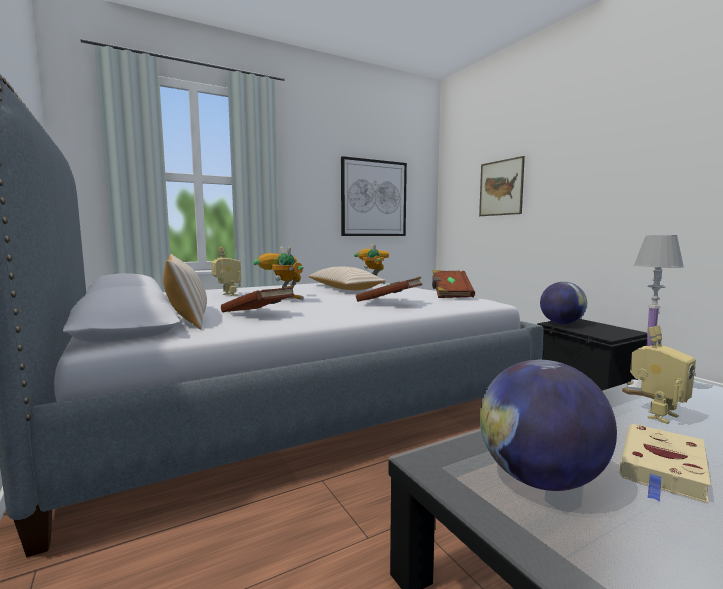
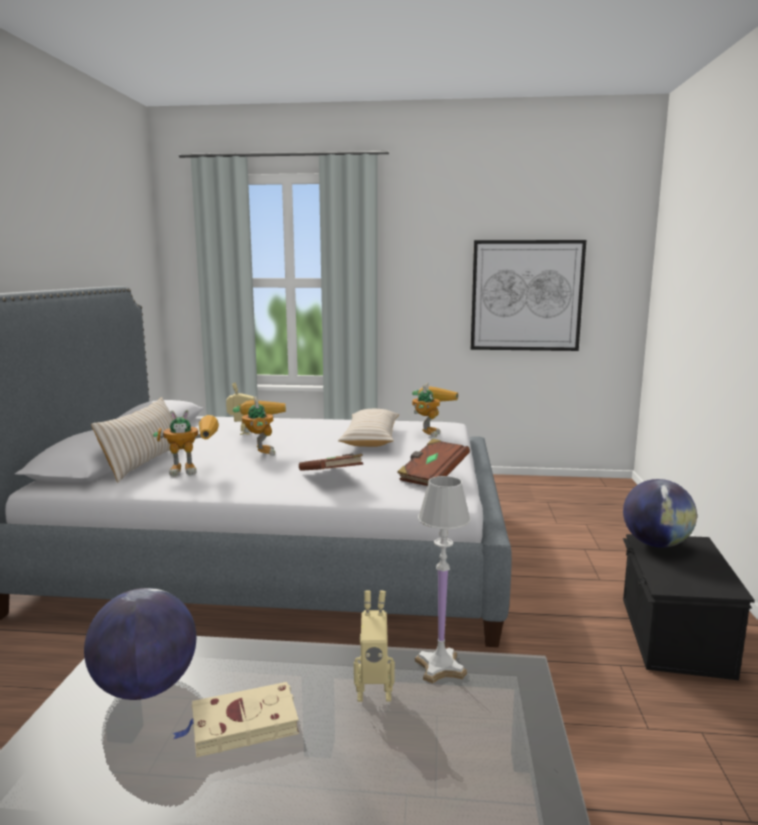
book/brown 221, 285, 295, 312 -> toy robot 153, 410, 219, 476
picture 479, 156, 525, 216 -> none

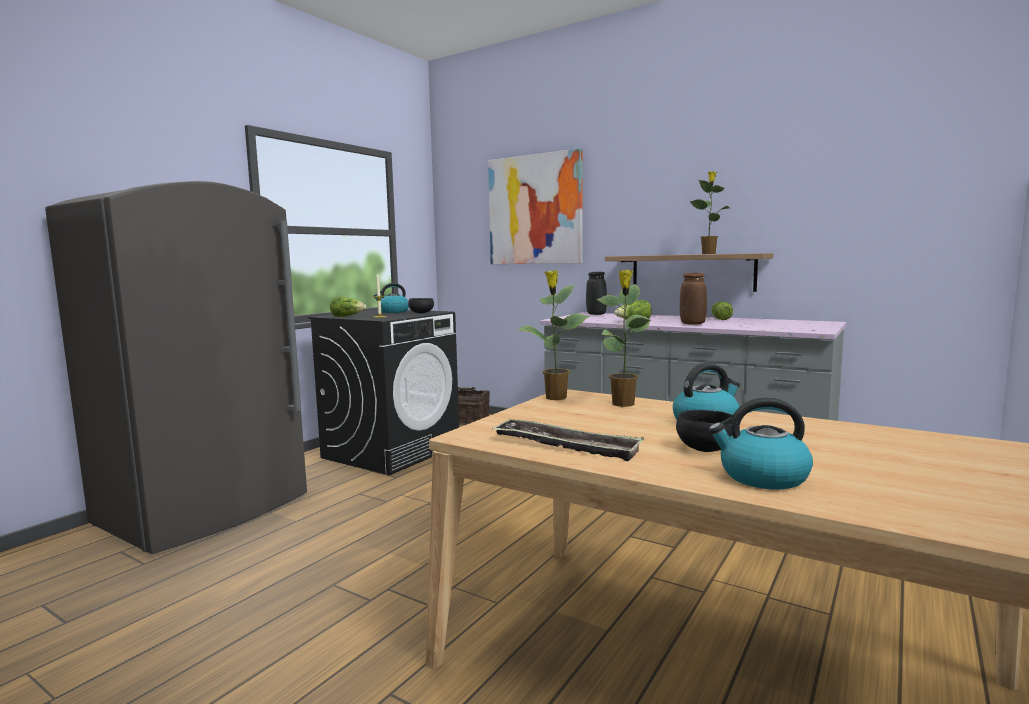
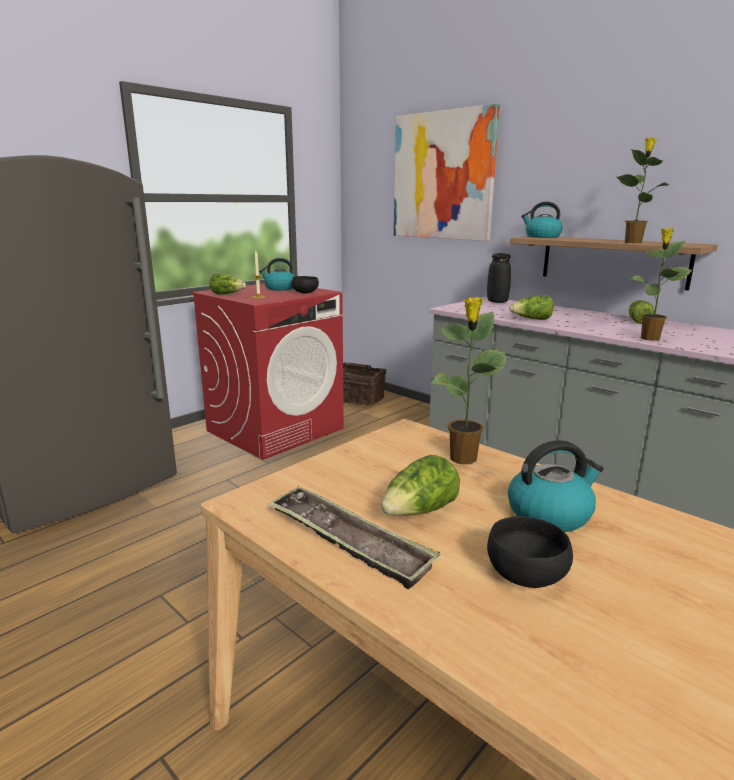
washing machine/black 308, 310, 459, 475 -> washing machine/red 191, 283, 344, 460
none -> lettuce 381, 455, 460, 516
kettle 709, 398, 813, 489 -> kettle 521, 202, 563, 238, relocated
potted plant 517, 270, 590, 400 -> potted plant 630, 228, 692, 341, relocated
vase/brown 680, 273, 707, 325 -> none

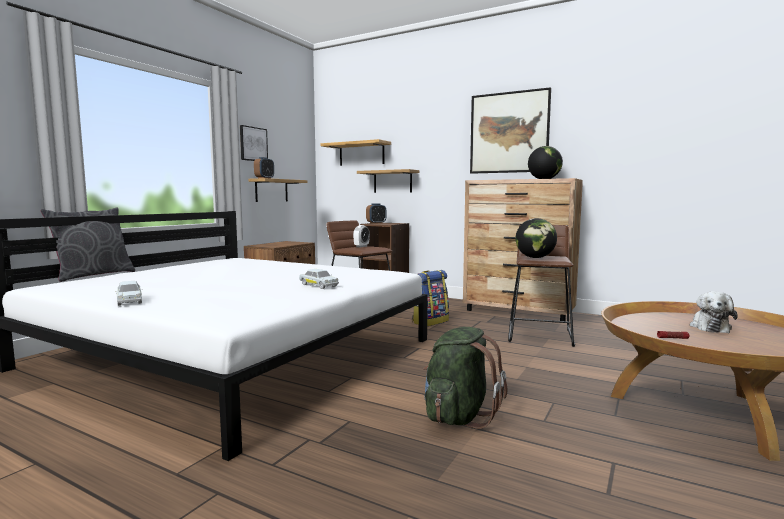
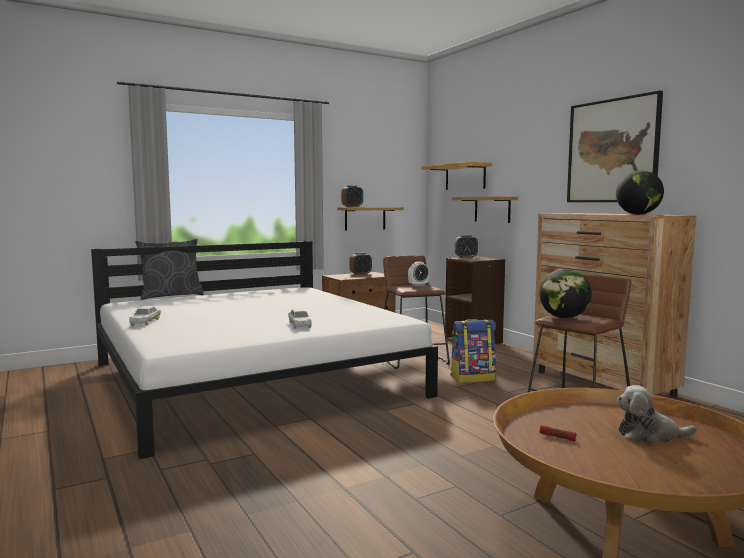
none -> alarm clock 349, 253, 372, 275
plush toy 690, 291, 738, 333 -> plush toy 617, 385, 697, 444, 45 degrees clockwise
picture 240, 125, 268, 161 -> none
backpack/green 423, 327, 507, 429 -> none

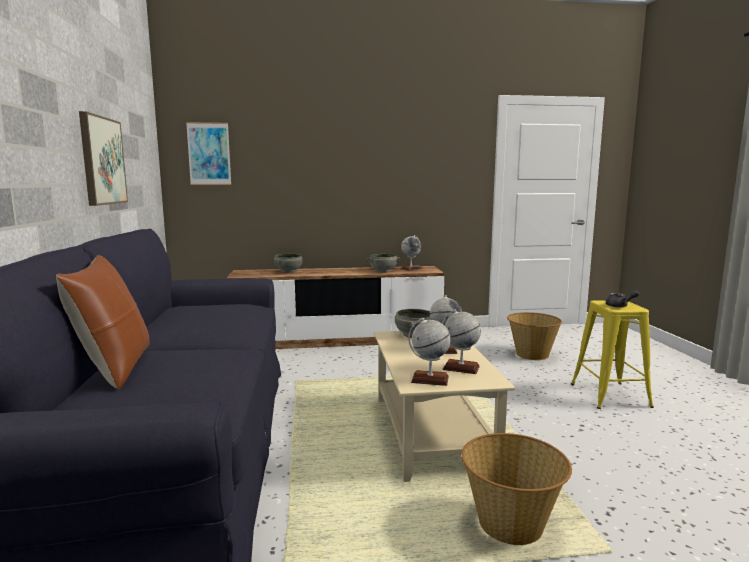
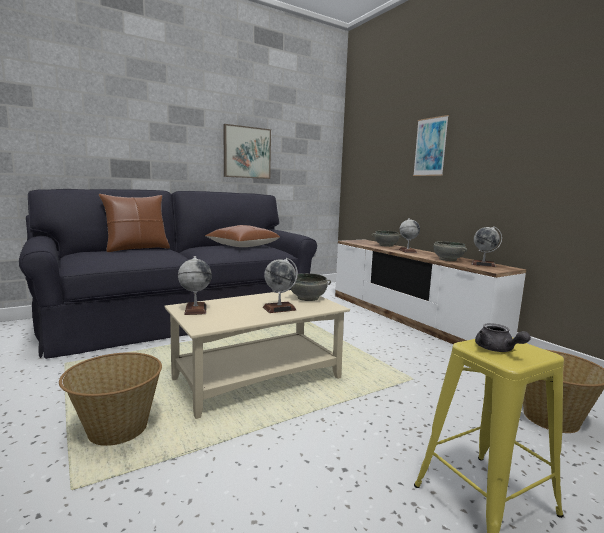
none -> pillow/brown 205, 225, 280, 247
globe 442, 309, 481, 374 -> globe 399, 218, 420, 253, relocated
picture 186, 122, 231, 185 -> picture 413, 115, 449, 176, relocated

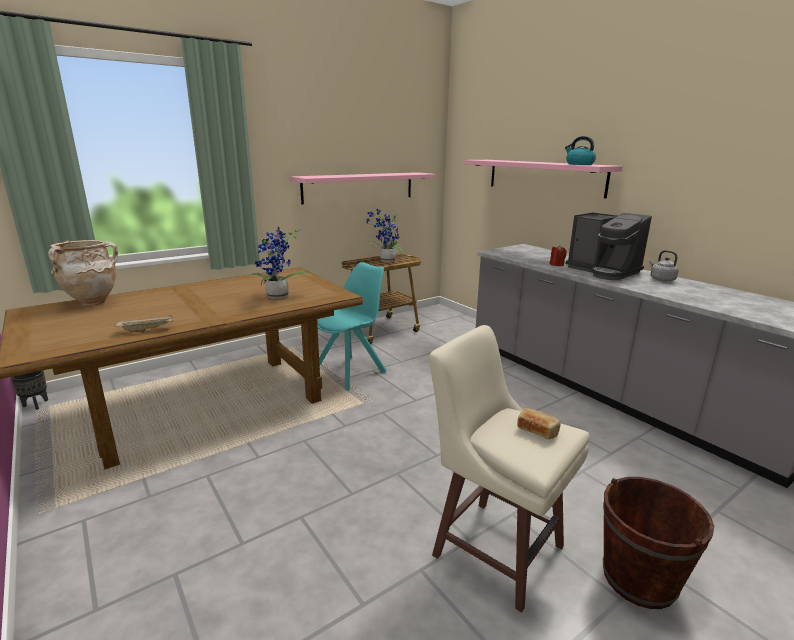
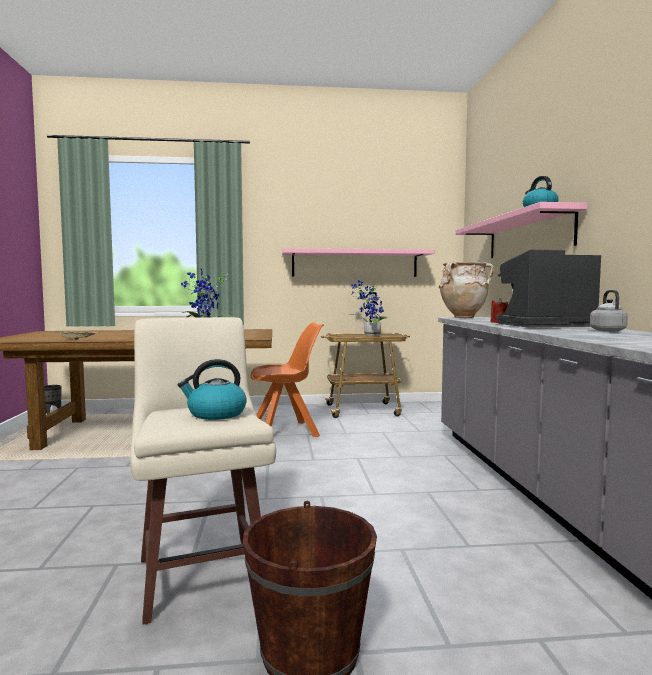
bread 517, 408, 560, 439 -> kettle 178, 359, 247, 420
chair/turquoise 317, 262, 387, 391 -> chair/orange 251, 322, 324, 437
vase/beige 48, 240, 118, 305 -> vase/beige 439, 261, 494, 318, relocated
coffee machine 565, 213, 652, 280 -> coffee machine 496, 250, 601, 328, 90 degrees clockwise

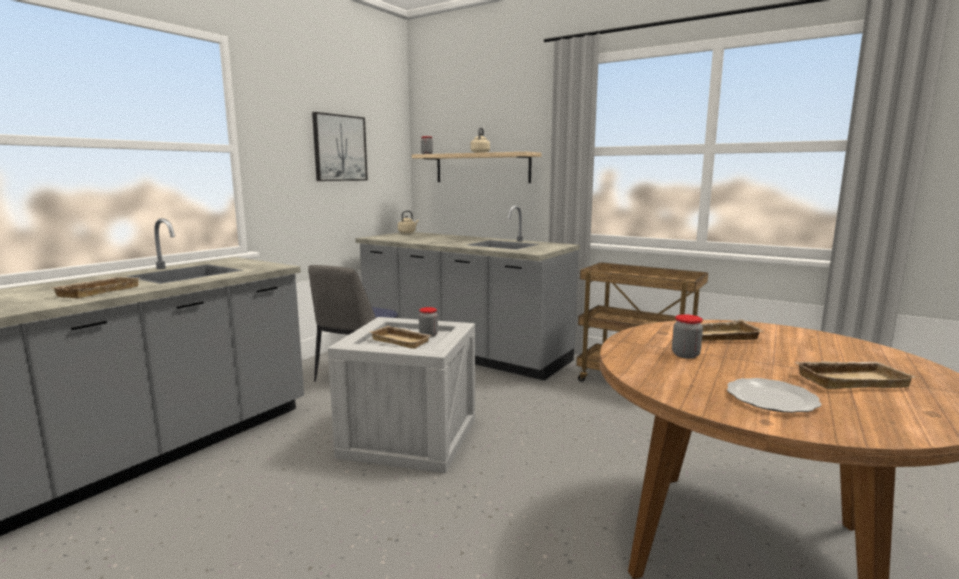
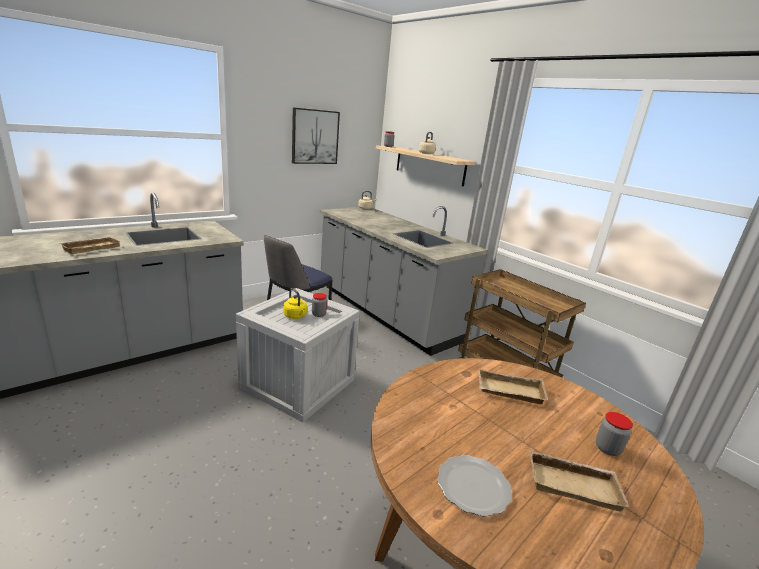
tray/beige 369, 326, 433, 349 -> kettle/yellow 283, 288, 307, 319
jar 672, 314, 703, 359 -> jar 596, 412, 633, 456, relocated

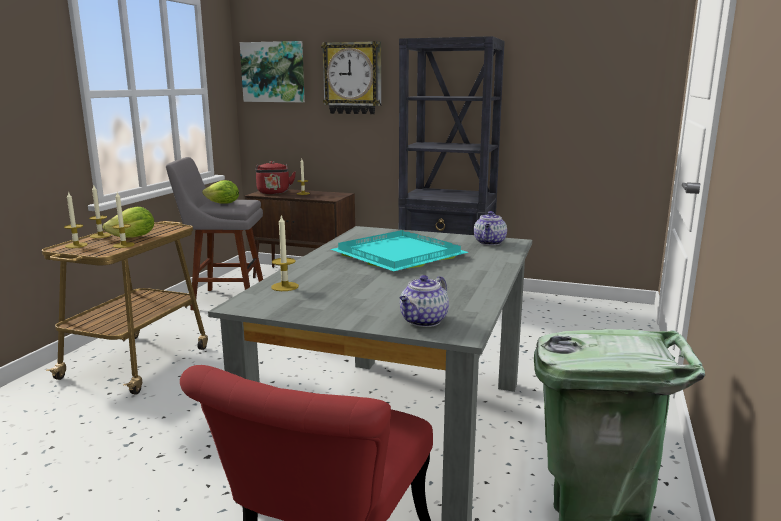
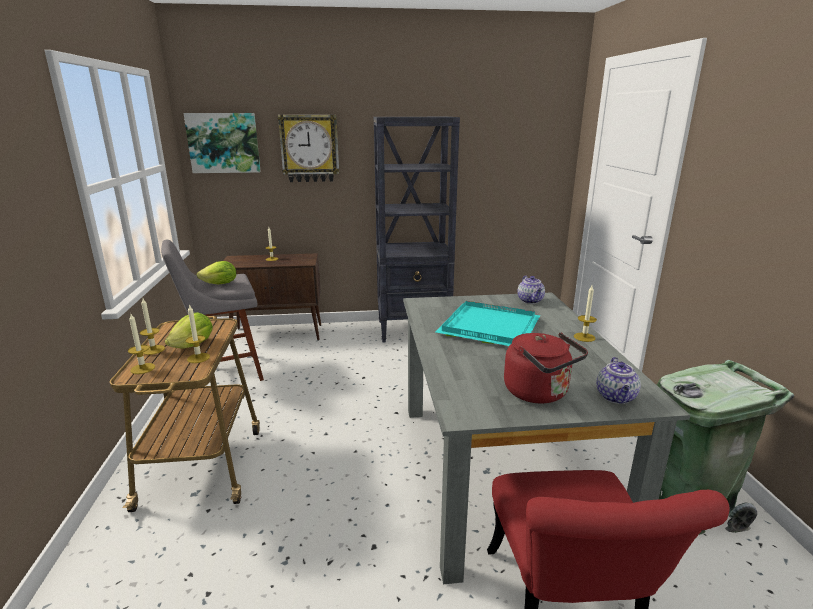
kettle/red 255, 161, 296, 194 -> kettle/red 504, 332, 588, 404, relocated
candle 271, 214, 299, 291 -> candle 574, 286, 597, 342, relocated

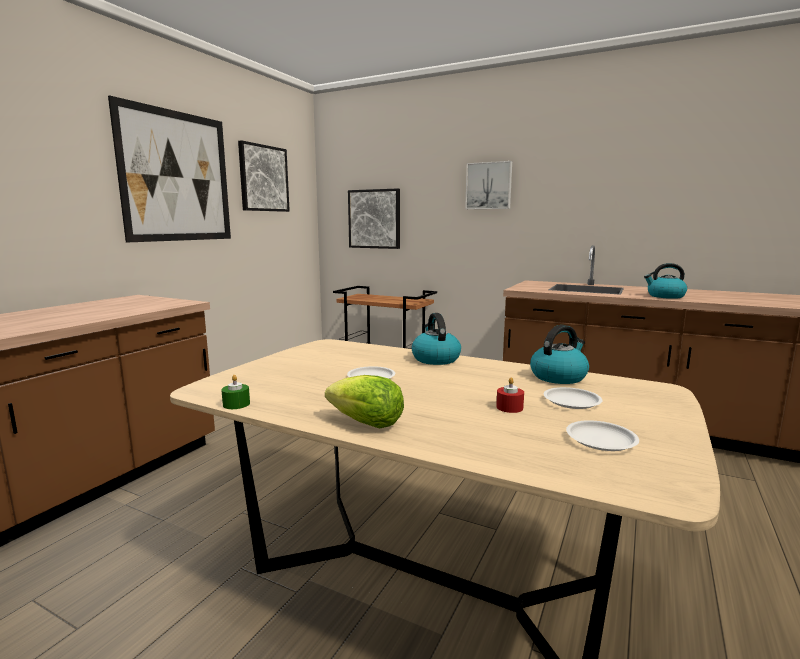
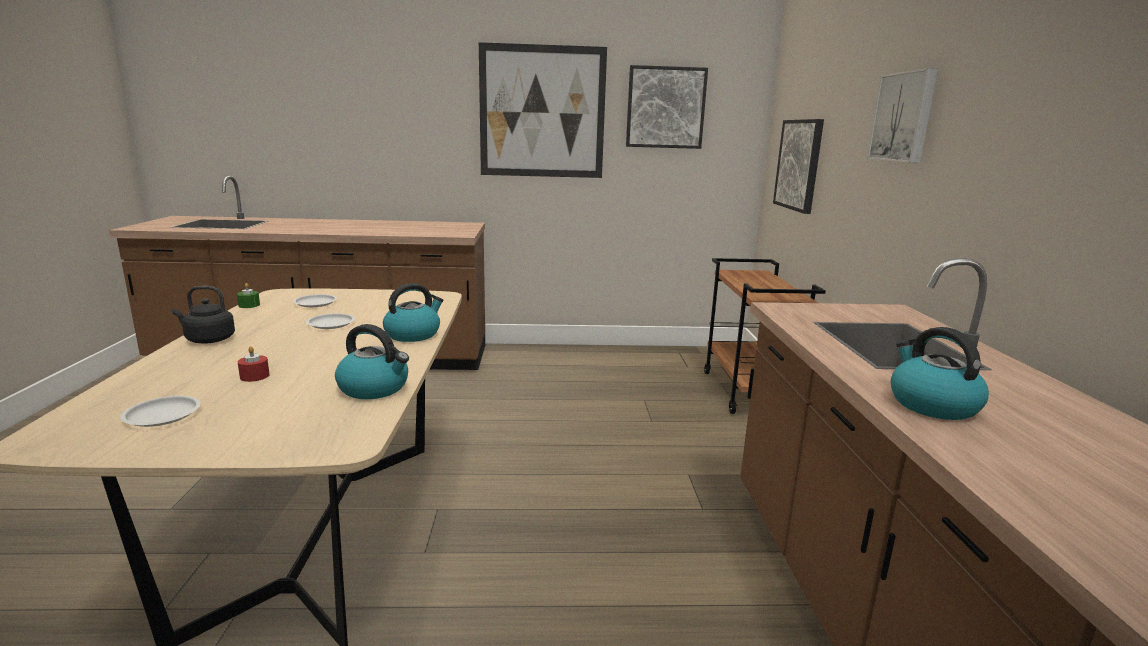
lettuce 325, 375, 404, 429 -> kettle/black 172, 286, 235, 343
plate/white 544, 387, 602, 409 -> plate/white 293, 294, 337, 307, relocated

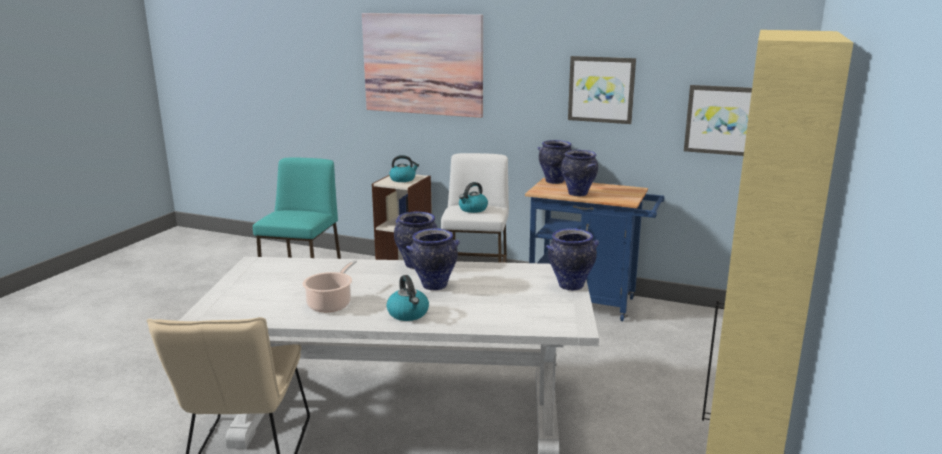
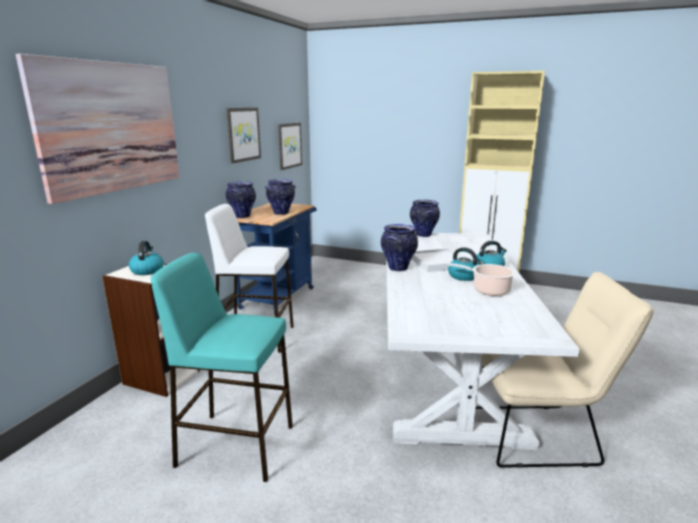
vase 406, 228, 460, 291 -> tray/white 411, 248, 463, 272
kettle 459, 182, 488, 213 -> kettle 448, 247, 484, 281, relocated

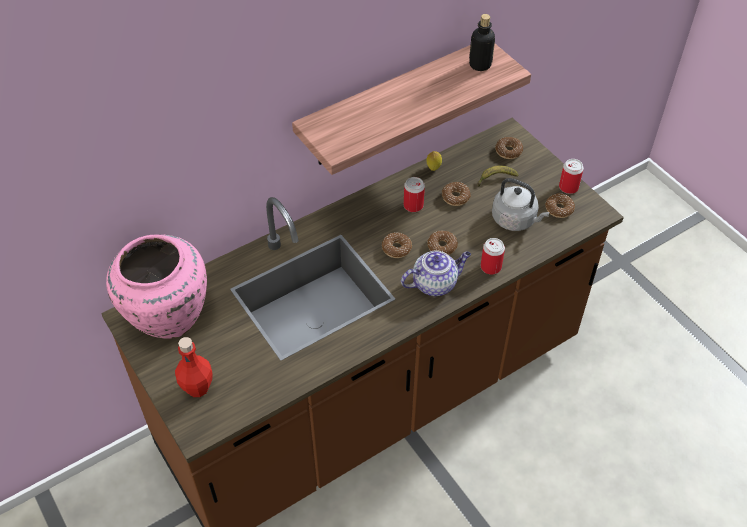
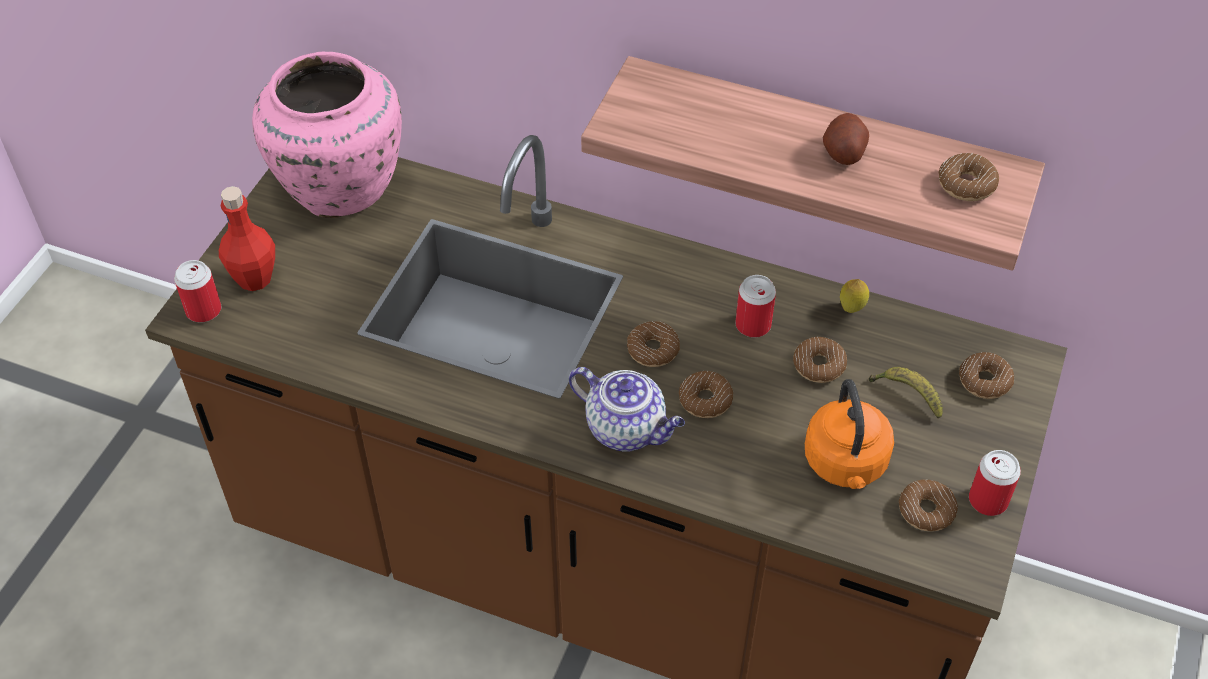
can 481, 238, 505, 275 -> can 174, 260, 221, 323, relocated
kettle/grey 492, 178, 549, 231 -> kettle/orange 805, 379, 894, 489
none -> potato 823, 113, 869, 165
bottle 469, 14, 495, 71 -> donut 939, 153, 999, 201

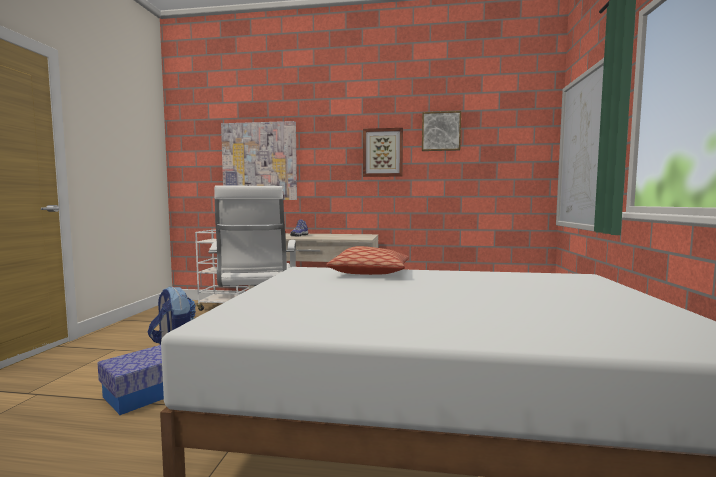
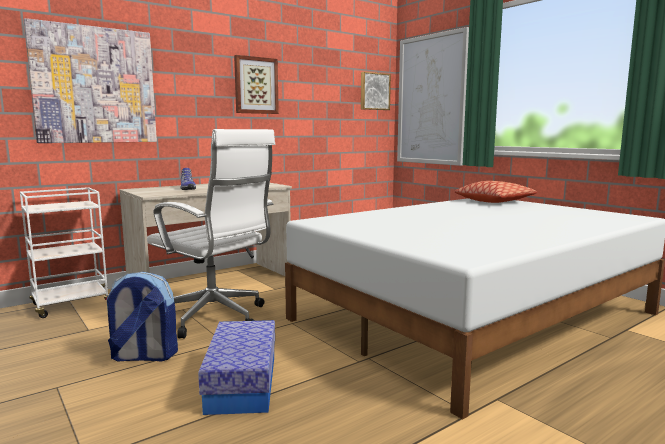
picture 422, 111, 461, 151 -> picture 361, 72, 391, 110, relocated
pillow 326, 246, 409, 275 -> pillow 455, 181, 537, 203, relocated

